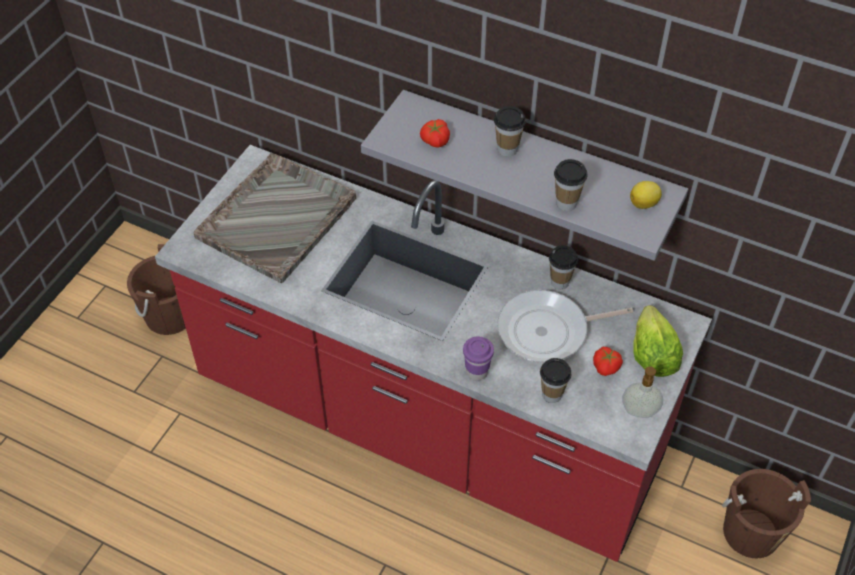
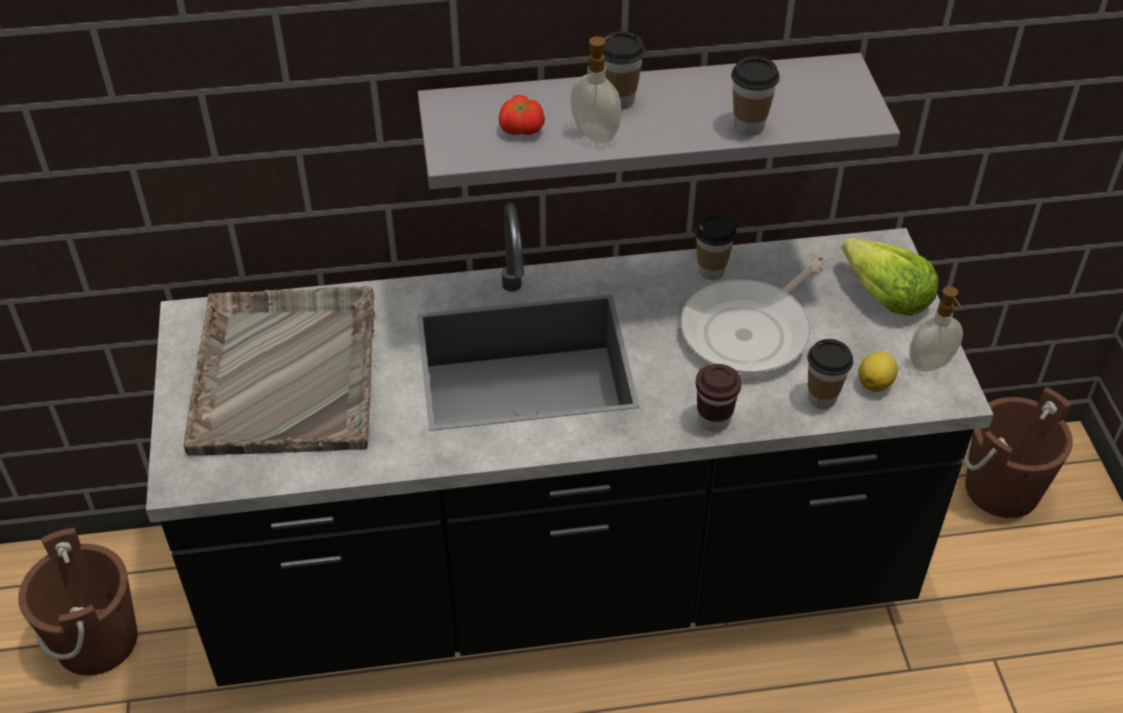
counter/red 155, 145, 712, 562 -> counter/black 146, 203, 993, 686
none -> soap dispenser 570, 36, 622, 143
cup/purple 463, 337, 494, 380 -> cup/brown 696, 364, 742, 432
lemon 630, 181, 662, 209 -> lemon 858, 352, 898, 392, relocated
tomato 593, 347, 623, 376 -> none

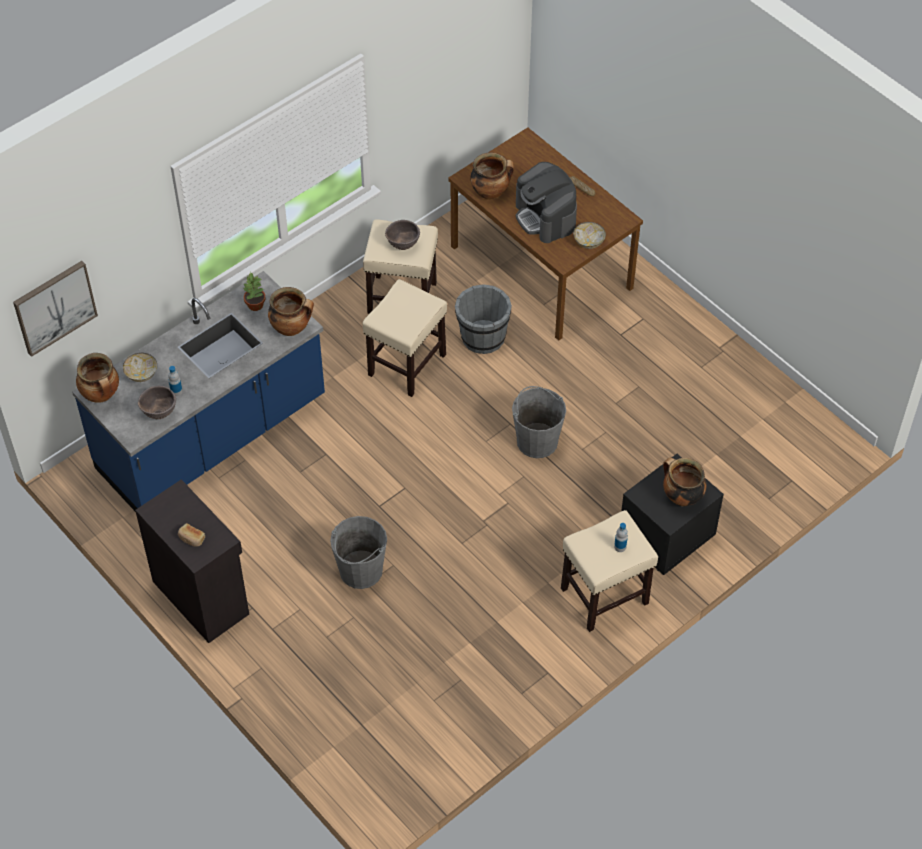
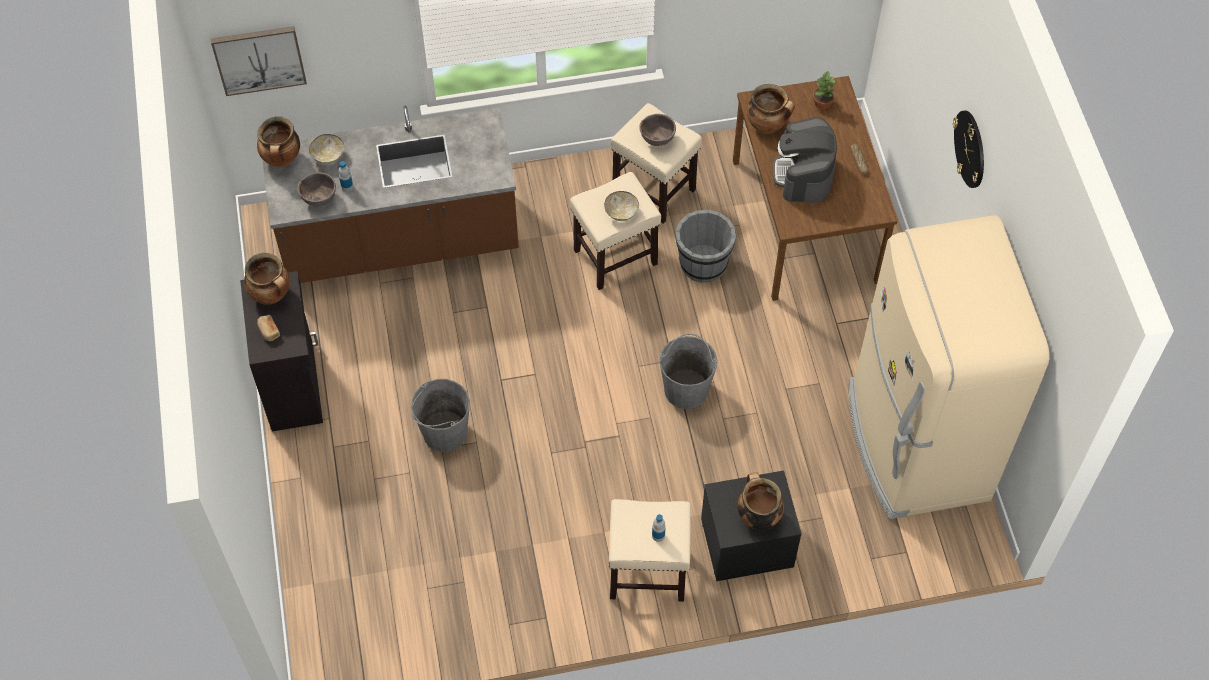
cooking pot 268, 287, 314, 336 -> cooking pot 244, 253, 290, 305, relocated
counter/blue 72, 271, 325, 512 -> counter/brown 262, 105, 519, 283
bowl 573, 222, 606, 249 -> bowl 604, 191, 639, 221, relocated
potted plant 243, 273, 265, 311 -> potted plant 813, 71, 836, 110, relocated
none -> fridge/beige 849, 215, 1049, 519
none -> wall clock 953, 110, 984, 188

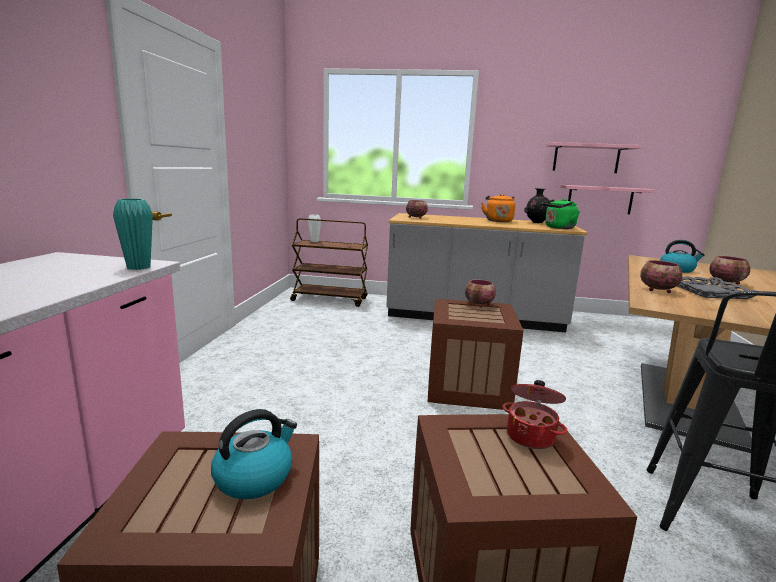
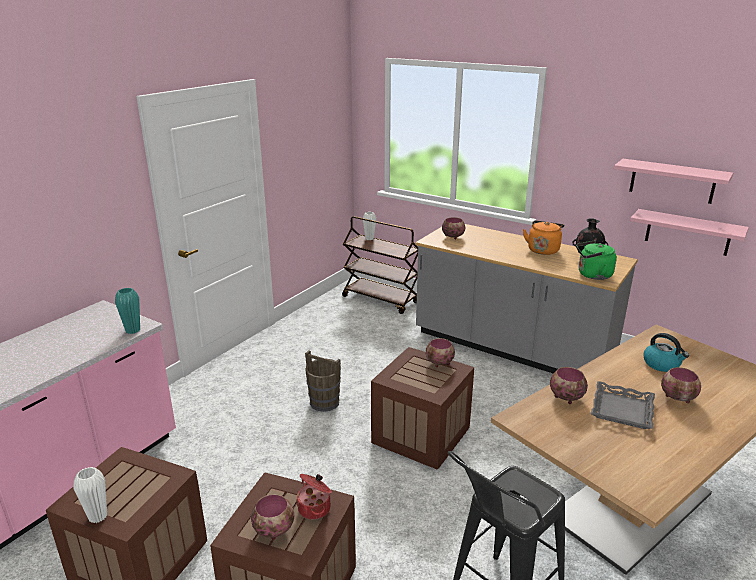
none -> vase/white 73, 467, 107, 523
none -> bowl 251, 494, 294, 540
none -> bucket/brown 305, 350, 341, 412
kettle 211, 409, 297, 499 -> none

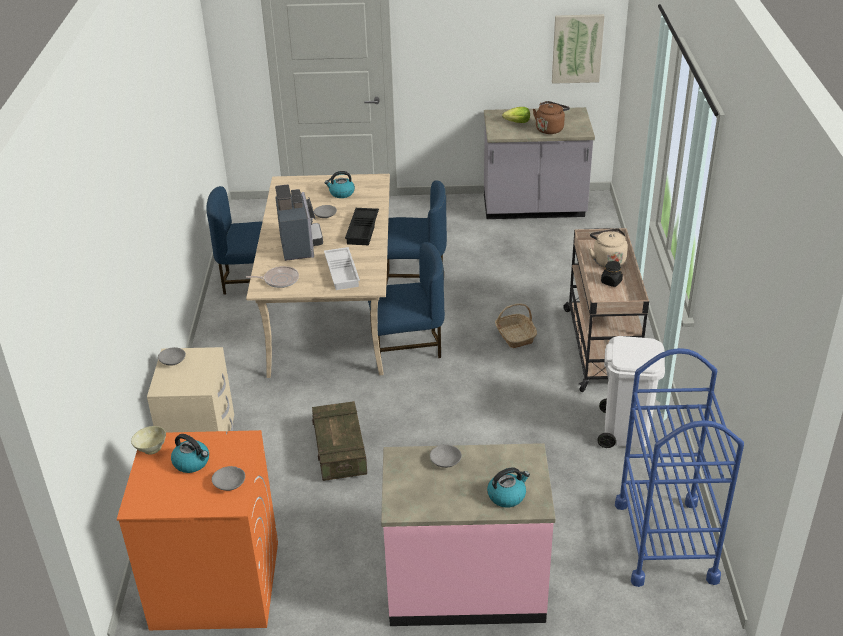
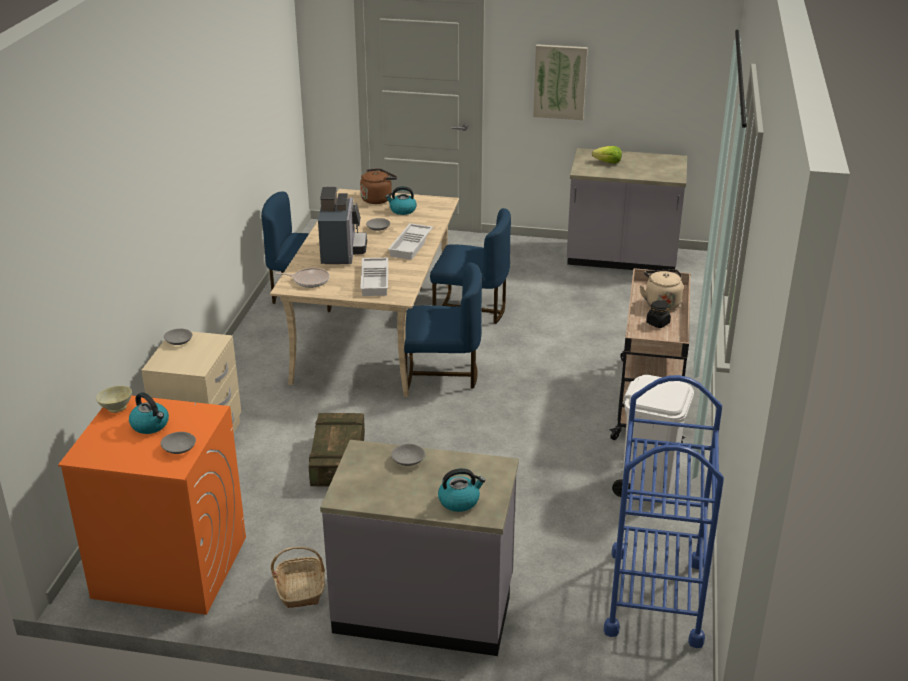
basket 495, 303, 537, 348 -> basket 271, 546, 325, 608, relocated
counter/pink 381, 443, 556, 626 -> counter/grey 320, 440, 519, 656
kettle/brown 533, 101, 570, 134 -> kettle/brown 360, 168, 397, 204, relocated
tray/black 345, 208, 379, 245 -> tray/white 388, 223, 433, 260
picture 552, 14, 605, 84 -> picture 533, 44, 588, 120, relocated

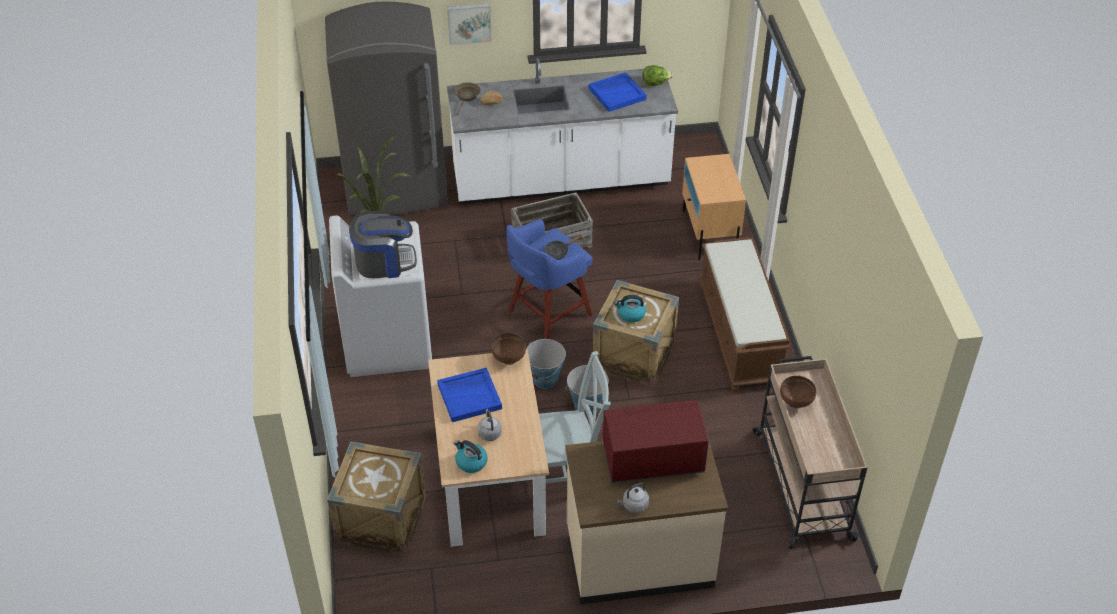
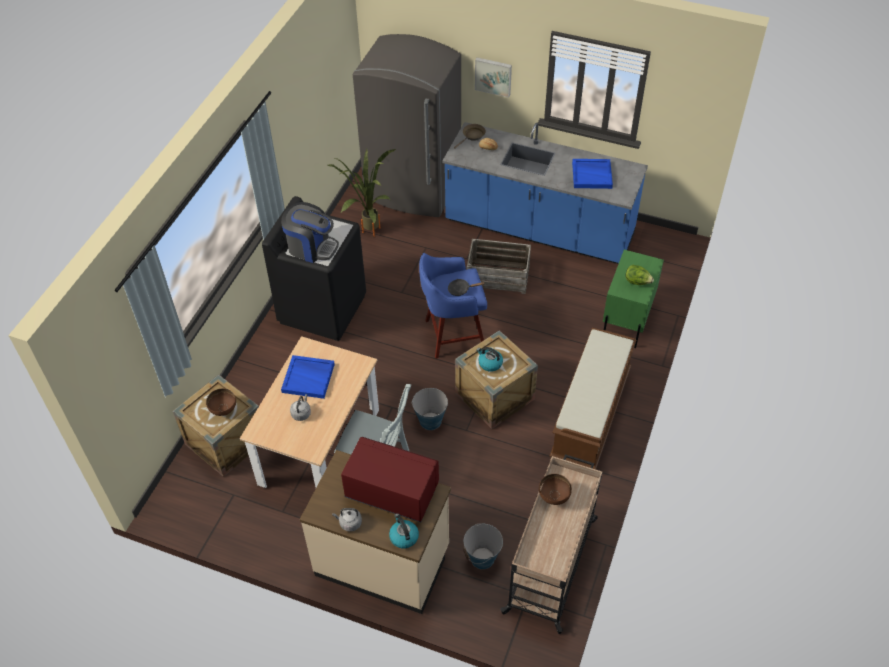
bowl/brown 491, 333, 526, 365 -> bowl/brown 206, 388, 236, 416, relocated
washing machine/white 329, 215, 432, 377 -> washing machine/black 262, 196, 366, 341
kettle 454, 440, 488, 473 -> kettle 389, 513, 419, 548, relocated
counter/white 447, 58, 678, 204 -> counter/blue 442, 122, 648, 264
bucket 526, 339, 566, 389 -> bucket 463, 524, 503, 569, relocated
nightstand/beige 682, 154, 746, 260 -> nightstand/green 603, 250, 664, 348
lettuce 642, 65, 673, 86 -> lettuce 626, 265, 654, 285, relocated

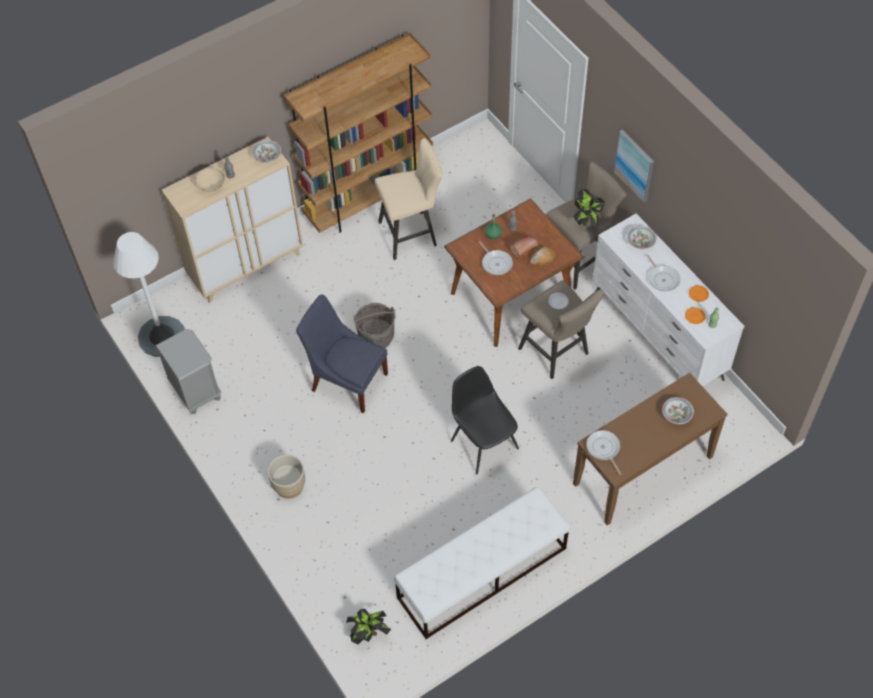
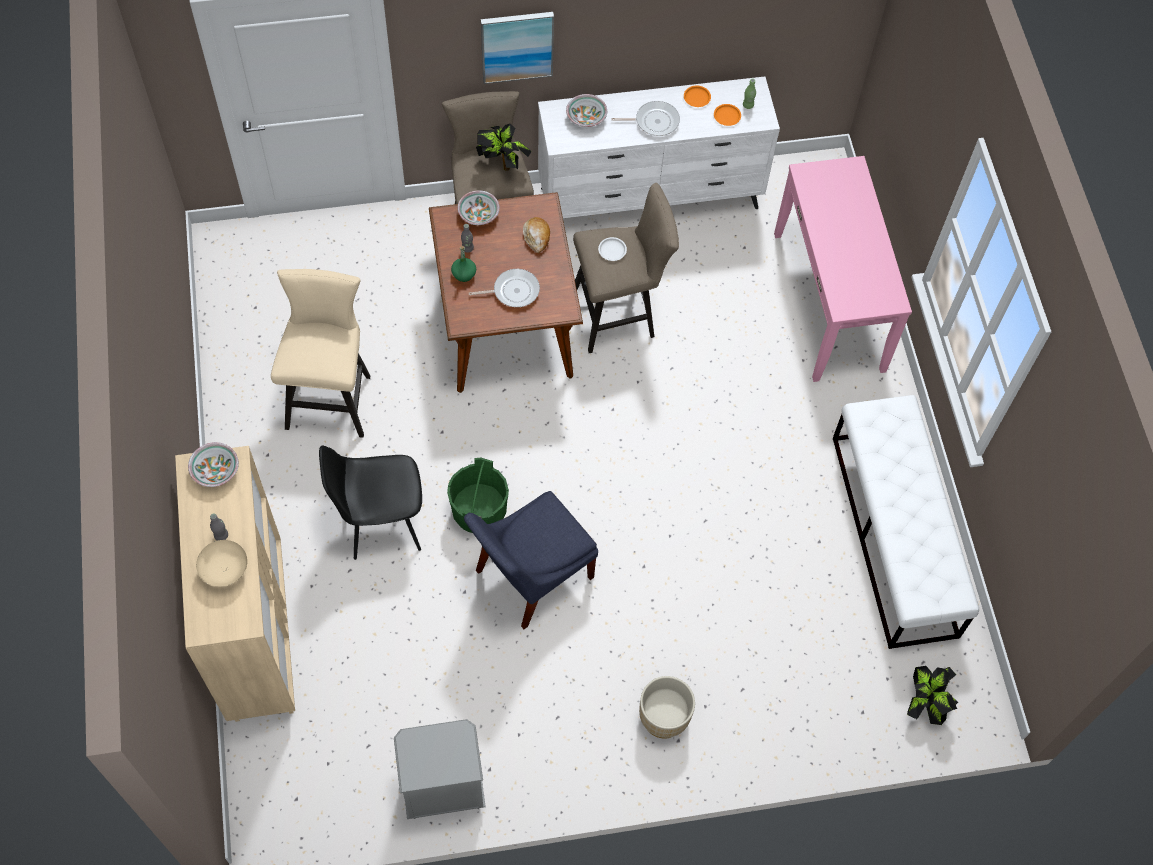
chair/black 451, 366, 519, 474 -> chair/black 319, 445, 422, 560, relocated
bucket/grey 353, 303, 396, 348 -> bucket/green 447, 458, 509, 533
bowl 662, 397, 694, 424 -> bowl 458, 190, 500, 225, relocated
console table/brown 573, 373, 727, 525 -> console table/pink 774, 156, 912, 382
floor lamp/white 113, 232, 185, 357 -> none
bookcase/brown 283, 33, 433, 233 -> none
bread 510, 236, 538, 260 -> none
frying pan 586, 430, 621, 475 -> none

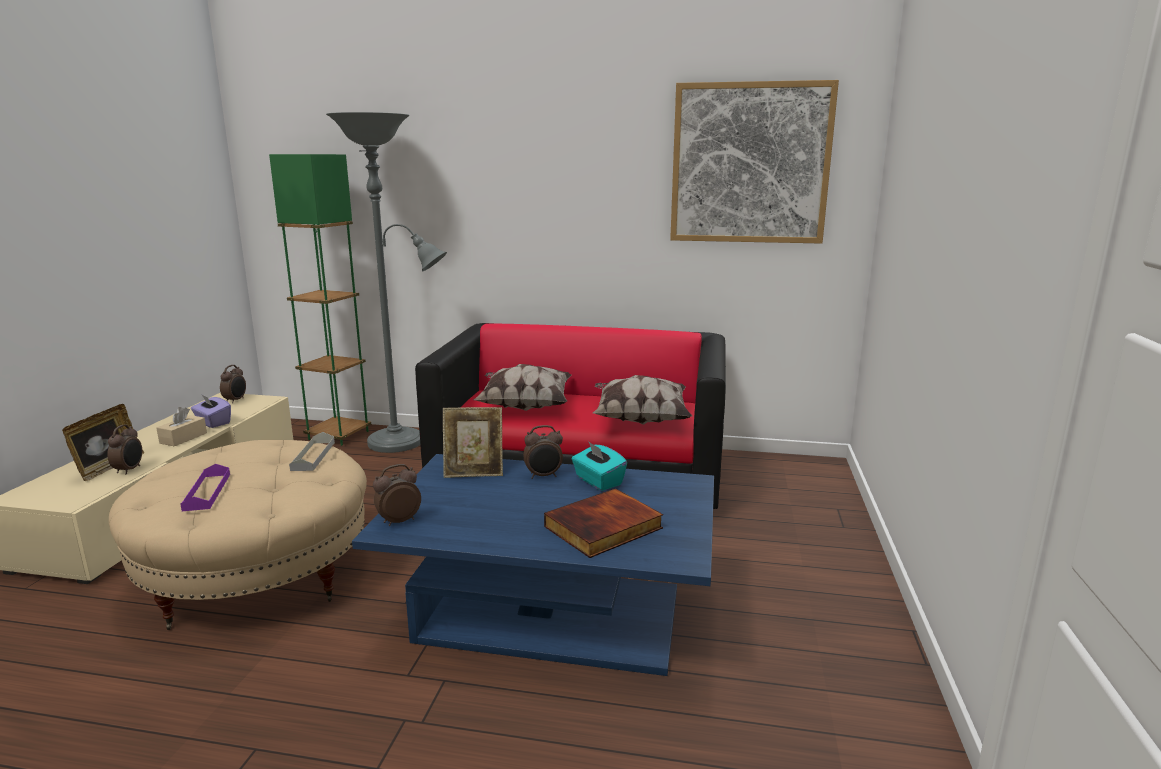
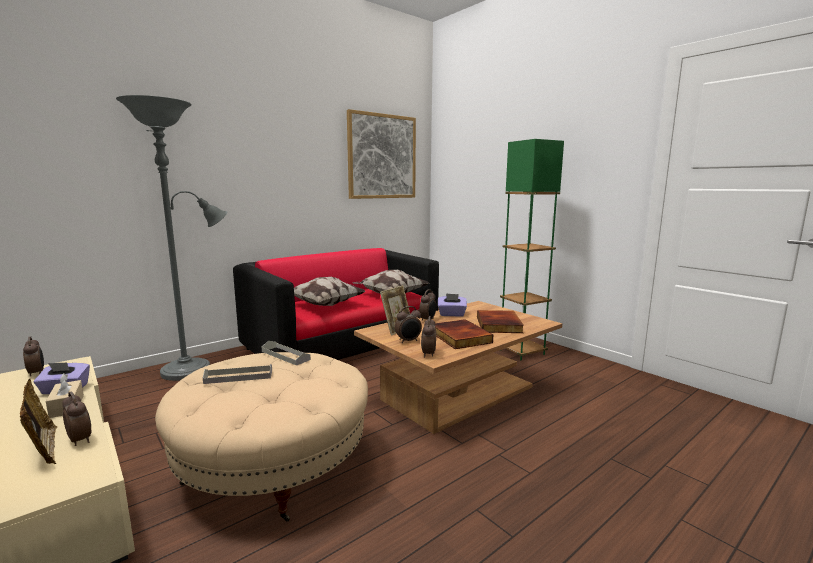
none -> tray/grey 203, 364, 272, 384
coffee table/blue 352, 454, 714, 676 -> coffee table/brown 354, 301, 562, 434
none -> alarm clock 395, 306, 422, 343
none -> book 435, 319, 494, 349
tissue box/turquoise 572, 441, 627, 491 -> tissue box/purple 438, 293, 467, 317
floor lamp/green 269, 154, 371, 446 -> floor lamp/green 500, 139, 564, 360, relocated
tray/purple 180, 464, 230, 511 -> none

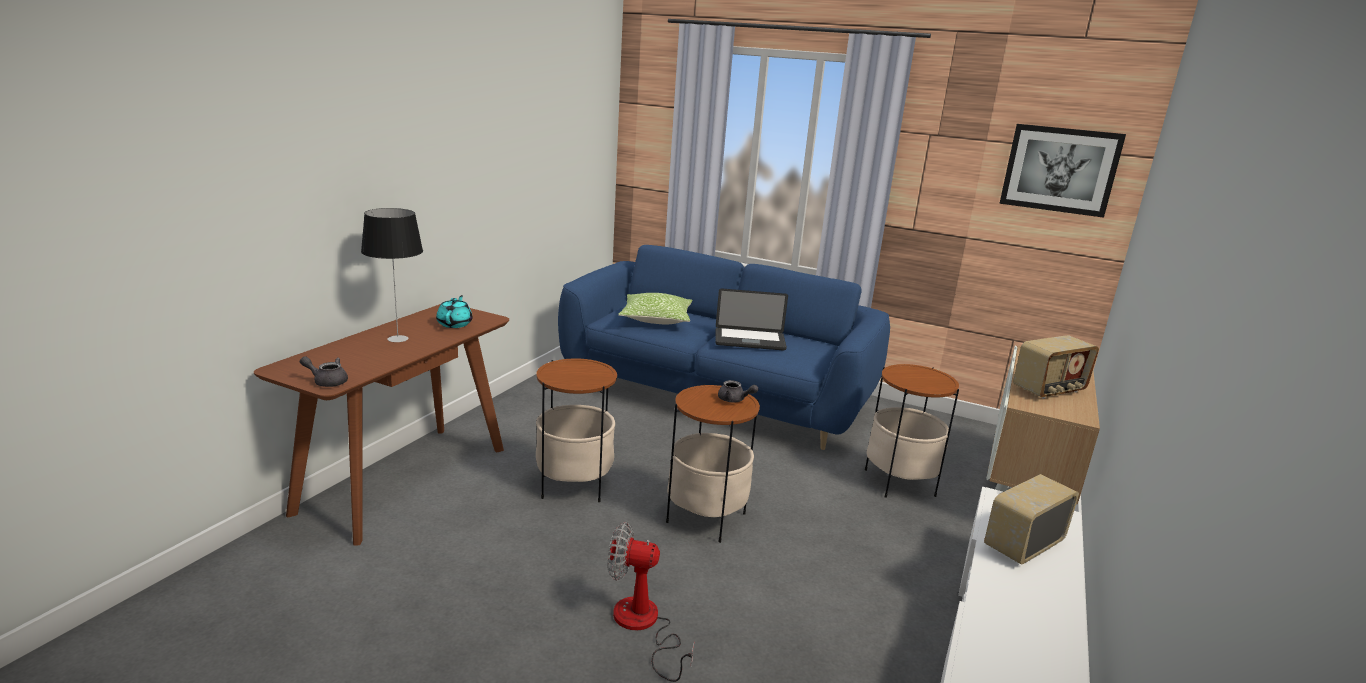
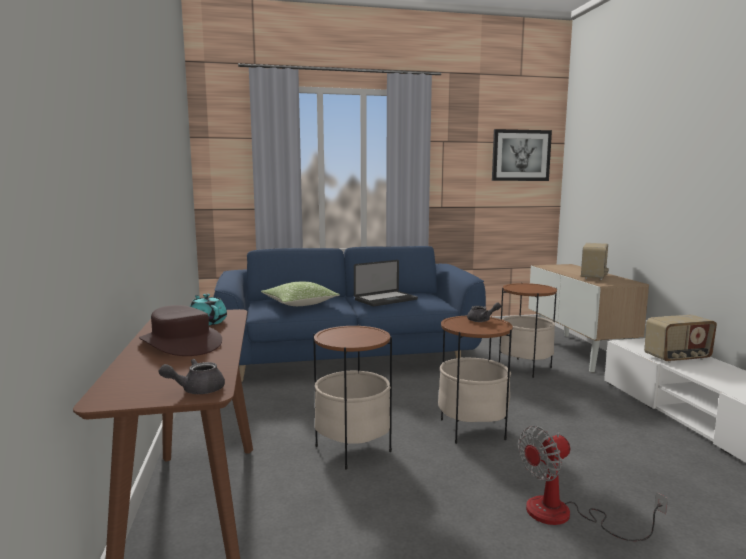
table lamp 361, 208, 423, 342 -> hat/brown 139, 305, 222, 356
radio 984, 474, 1079, 565 -> radio 644, 315, 717, 363, 120 degrees counterclockwise

